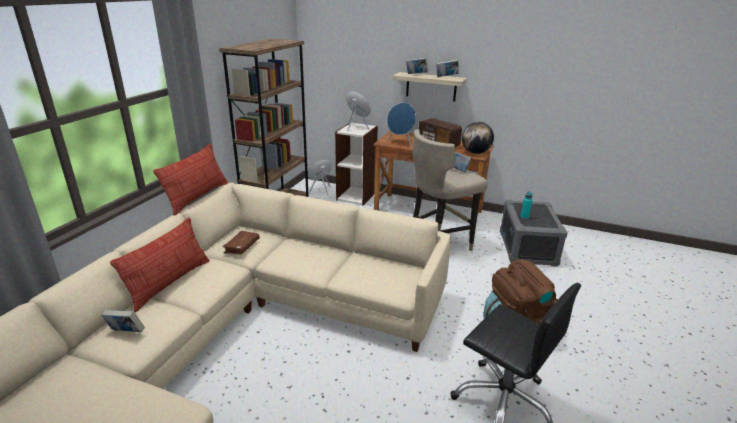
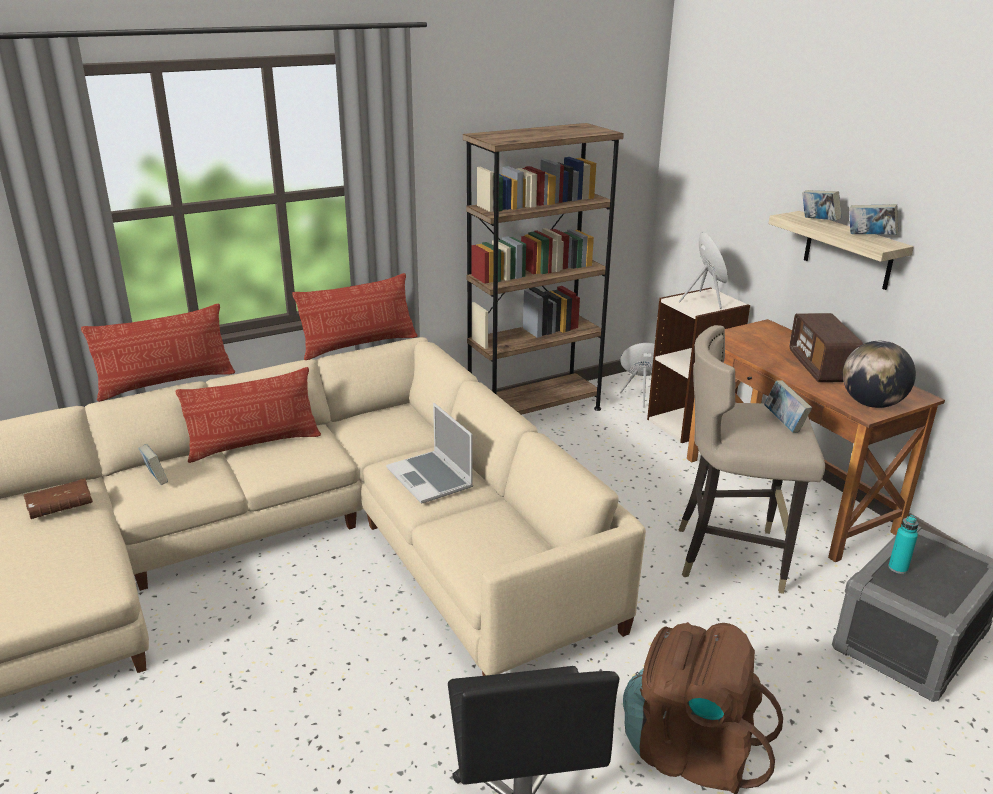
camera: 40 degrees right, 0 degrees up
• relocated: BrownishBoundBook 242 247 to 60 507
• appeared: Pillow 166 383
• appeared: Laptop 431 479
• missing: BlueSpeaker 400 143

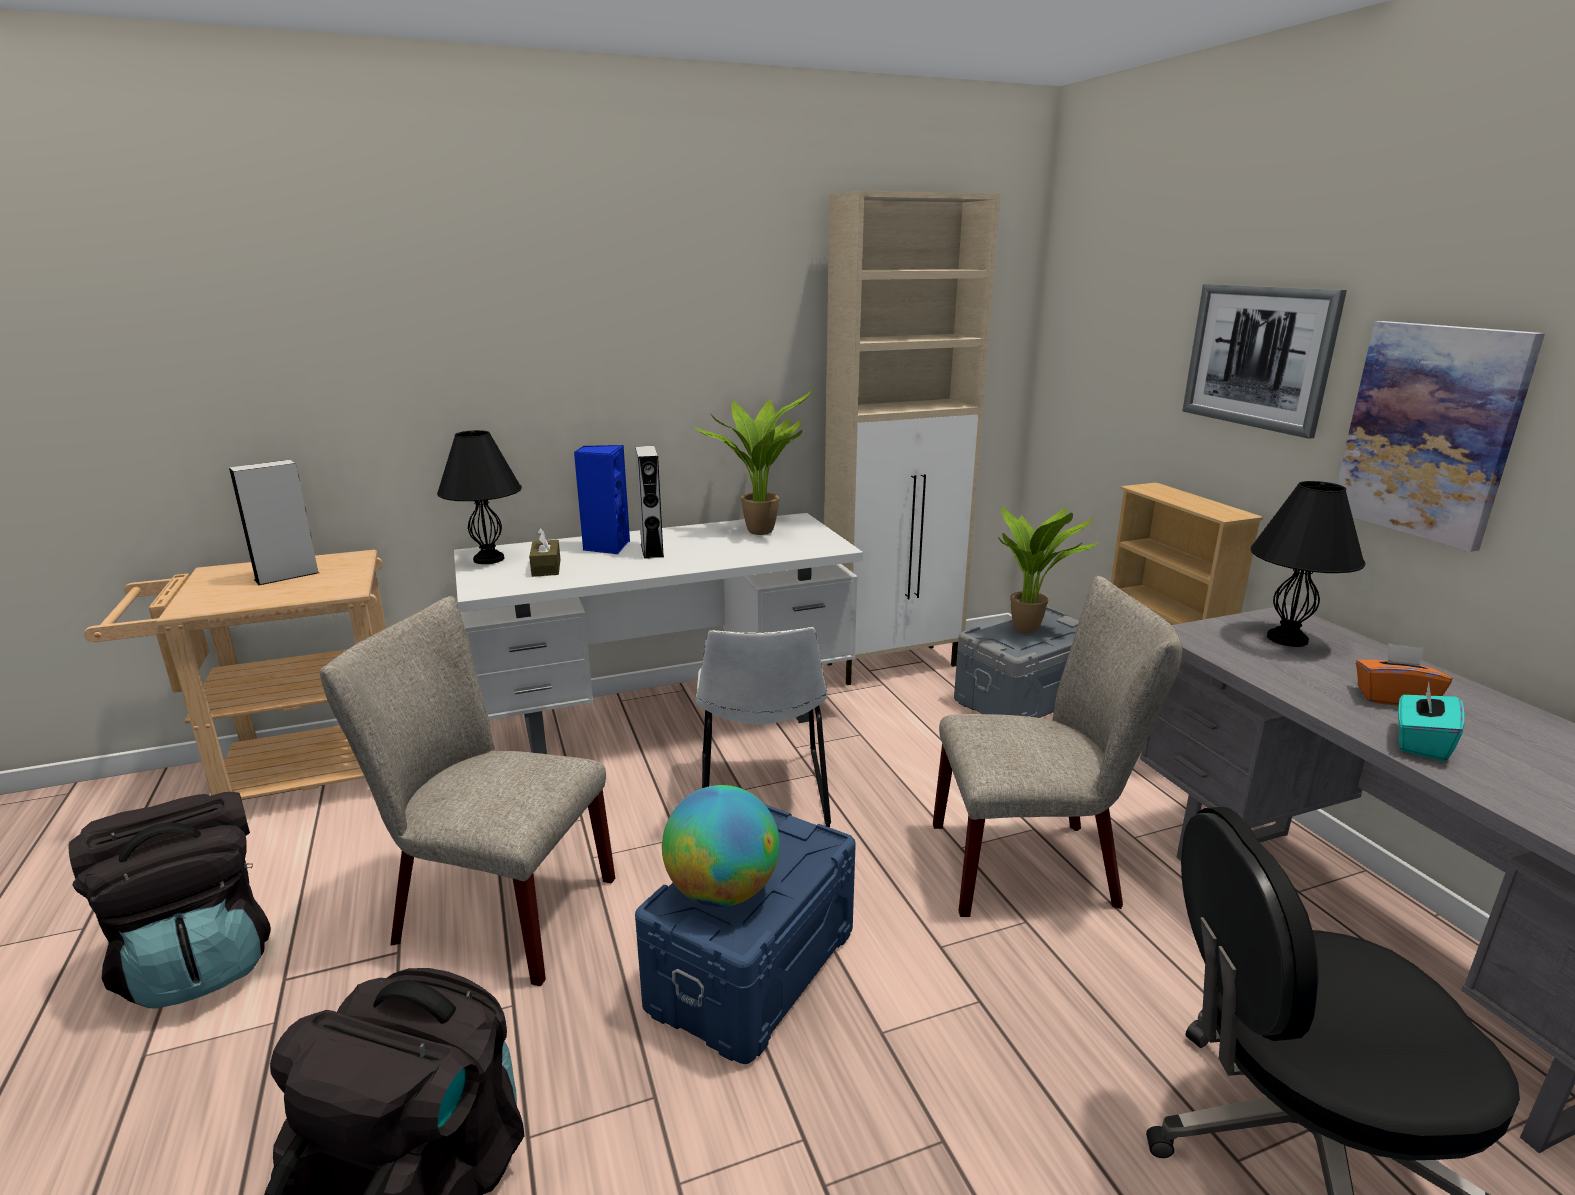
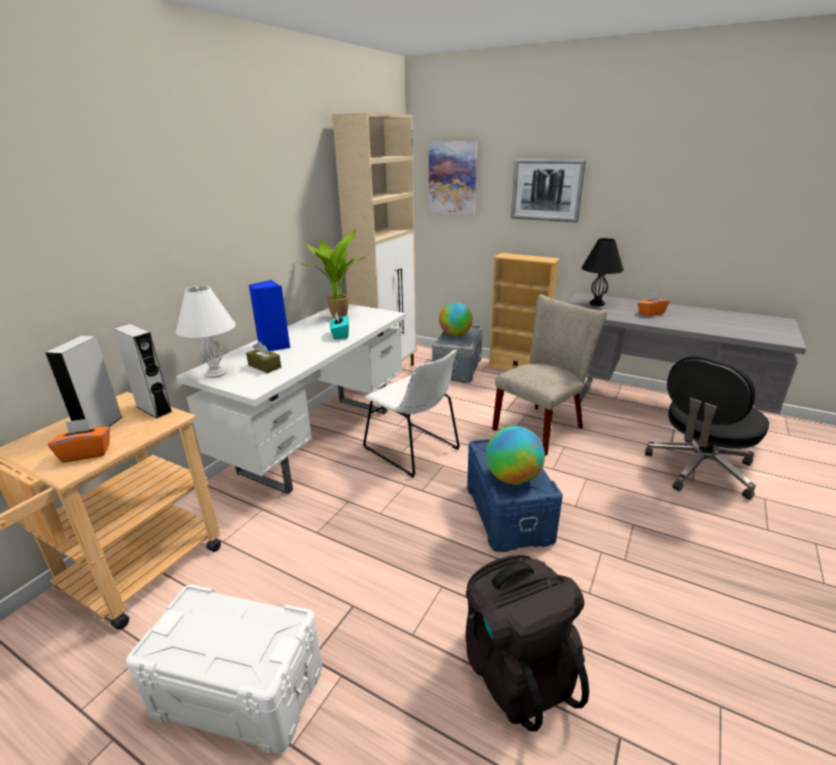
camera: 40 degrees left, 5 degrees up
• appeared: OrangeColouredBoxOfTissues 86 453
• relocated: GreySpeaker 652 550 to 154 409
• exchanged: BlackKnapsack 200 959 to WhiteColouredStorageBin 240 688
• colour: BlackTabletopLamp 488 559 to WhiteColouredTabletopLamp 215 373
• relocated: BlueGreenBoxOfTissues 1420 743 to 340 335
• relocated: WallArt 1429 431 to 452 178
• exchanged: PlantInAPot 1030 629 to DeskGlobe 455 334
• missing: BeigeColouredPlainChair 492 909

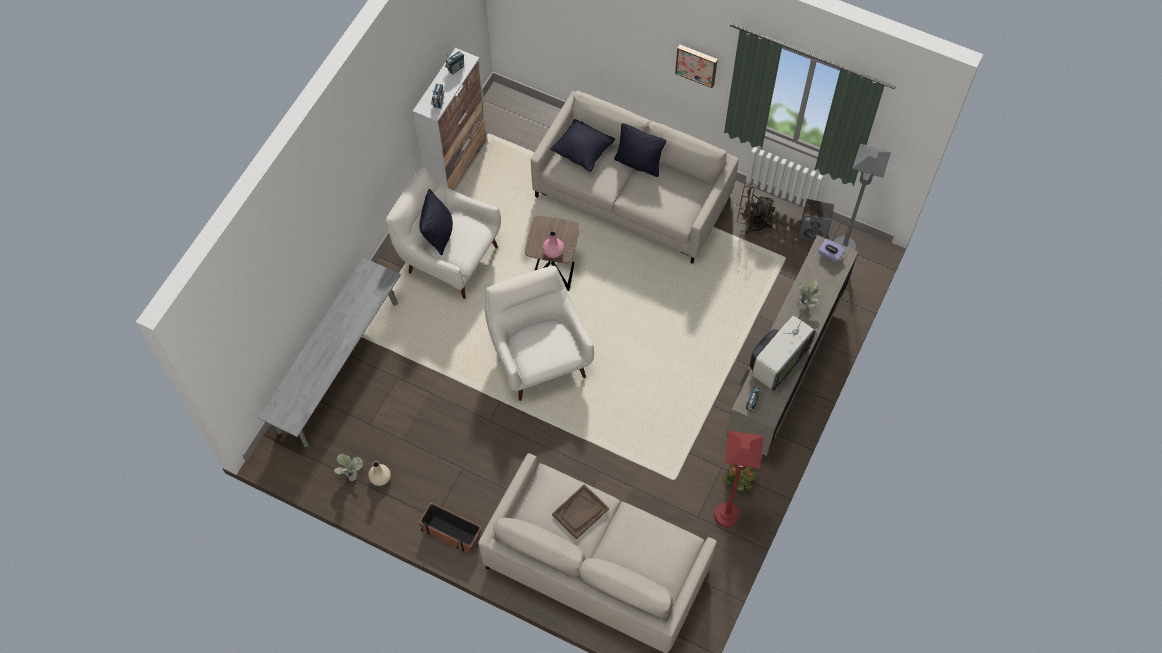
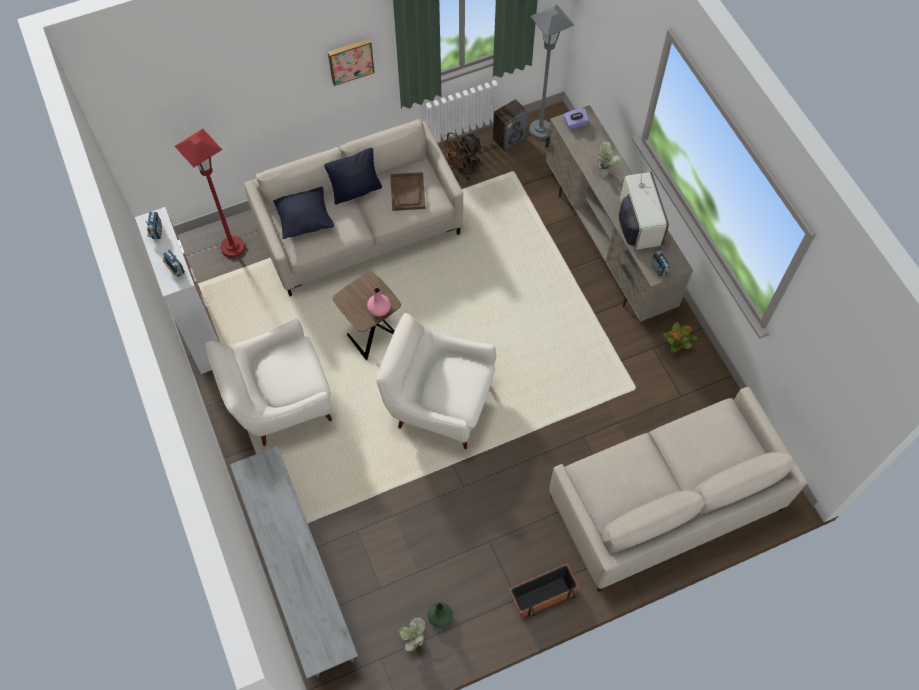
camera: 50 degrees left, 0 degrees up
• relocated: RedColouredStandingLamp 727 515 to 233 247
• relocated: BrownishServingTray 580 512 to 408 192
• colour: BeigeColouredDecorativeVase 380 478 to GreenDecorativeVase 440 617
• missing: BlackPillow 438 234

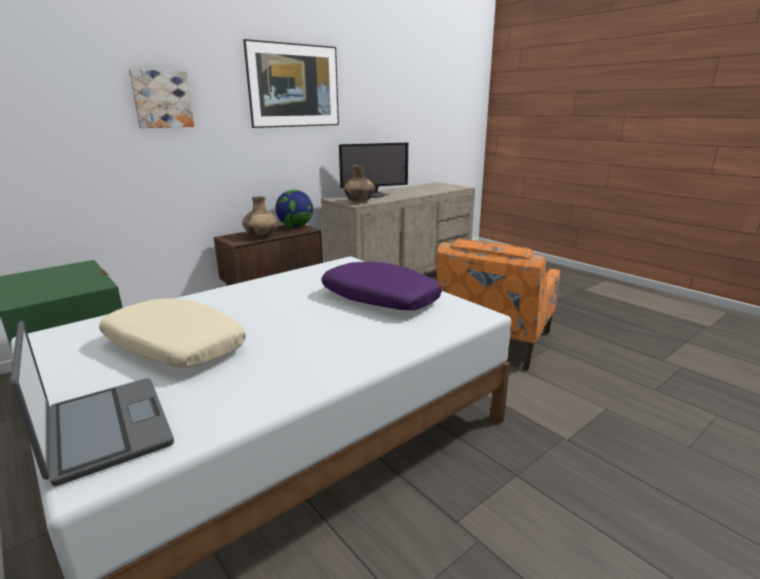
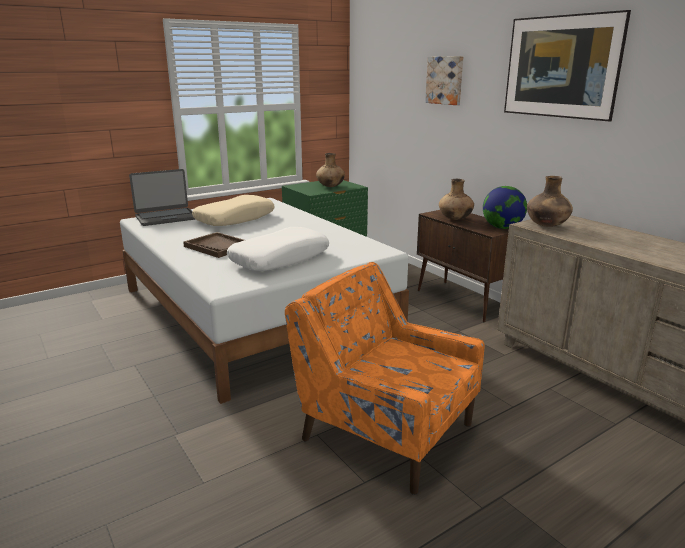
camera: 95 degrees right, 0 degrees up
• appeared: BrownishServingTray 218 246
• colour: PurplePillow 379 298 to WhiteColouredPillow 280 259
• appeared: BrownishDecorativeVase 330 186
• missing: ComputerScreen 374 195

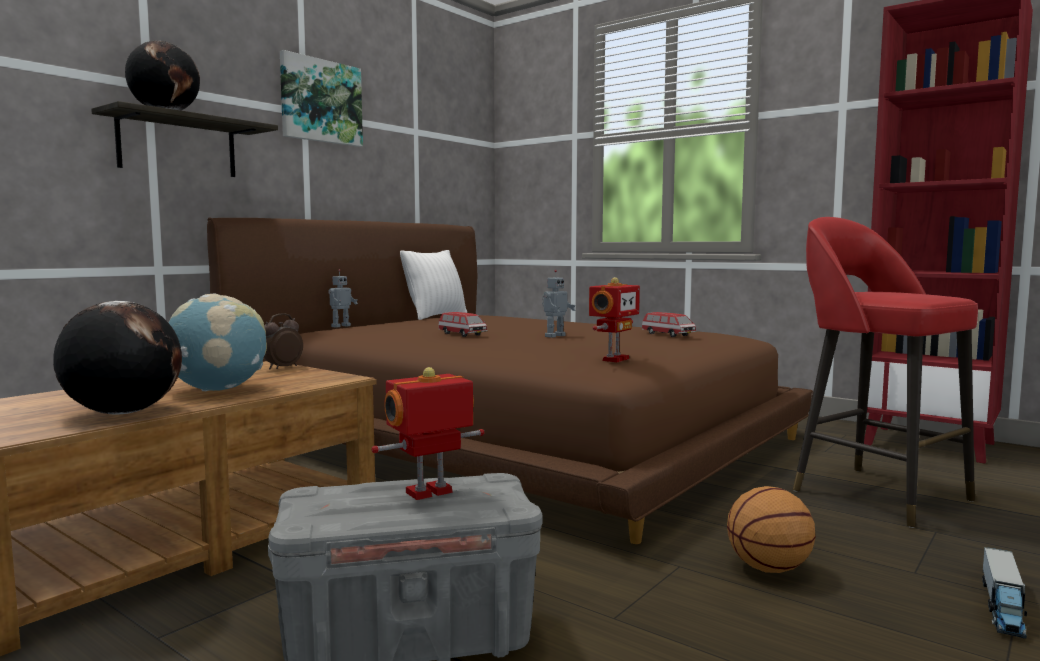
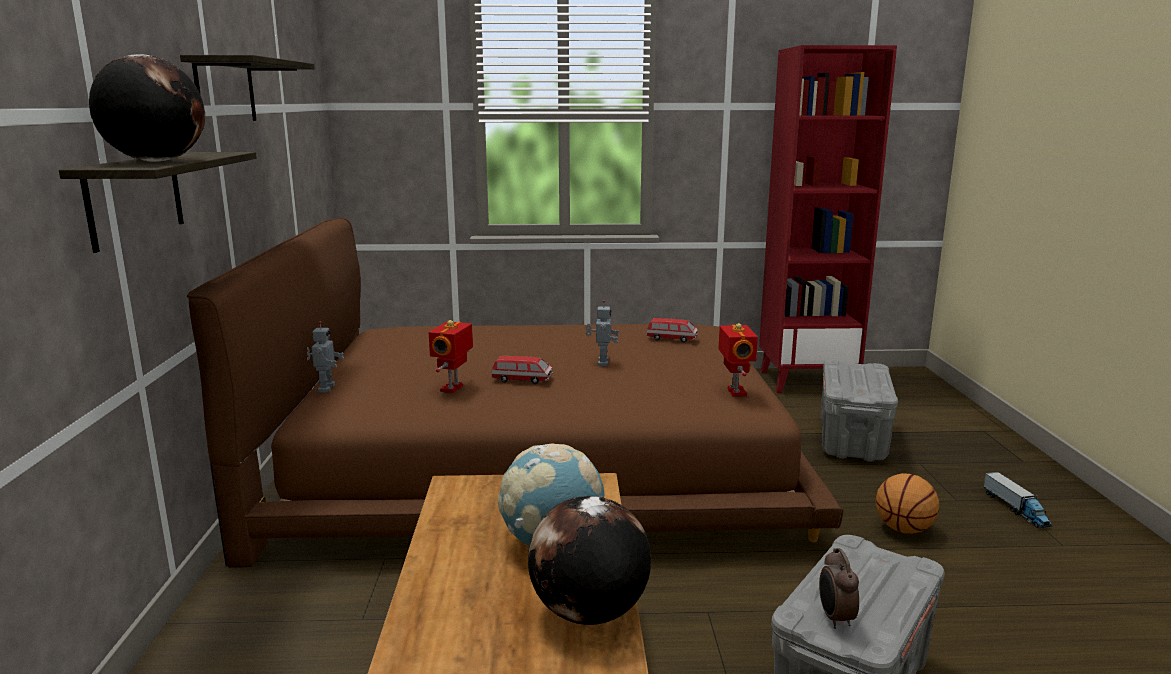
camera: 40 degrees left, 10 degrees up
• exchanged: WallArt 320 101 to Shelf 225 91
• relocated: RobotFigure 430 493 to 453 388
• relocated: BedsideClock 282 368 to 835 618
• exchanged: RedColouredStool 876 493 to GreyStorageBin 851 440
• missing: WhiteColouredPillow 436 316

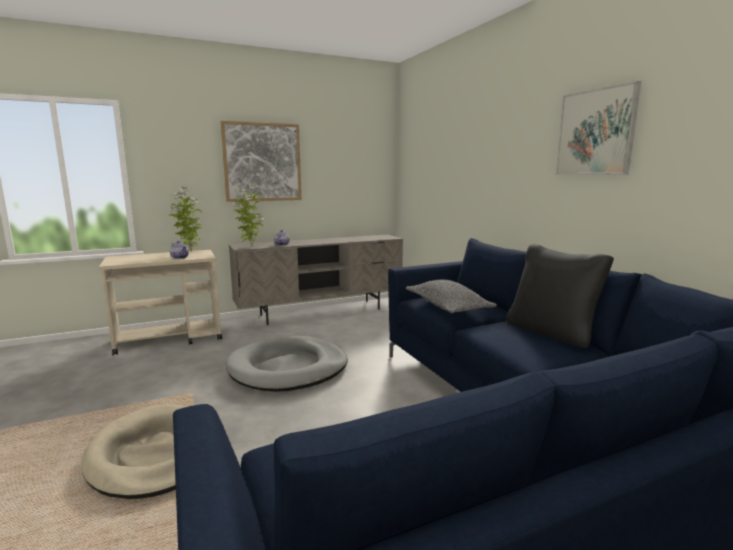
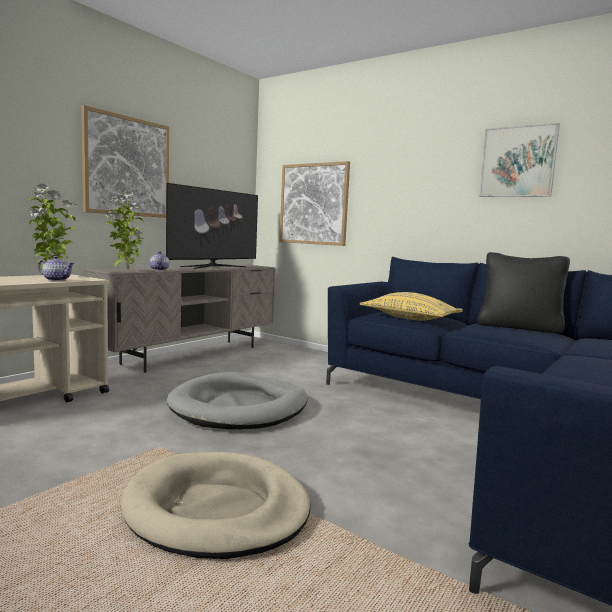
camera: 30 degrees left, 5 degrees down
• appeared: Television 213 267
• appeared: WallArt 314 204
• colour: GreyPillow 447 307 to YellowPillow 409 318

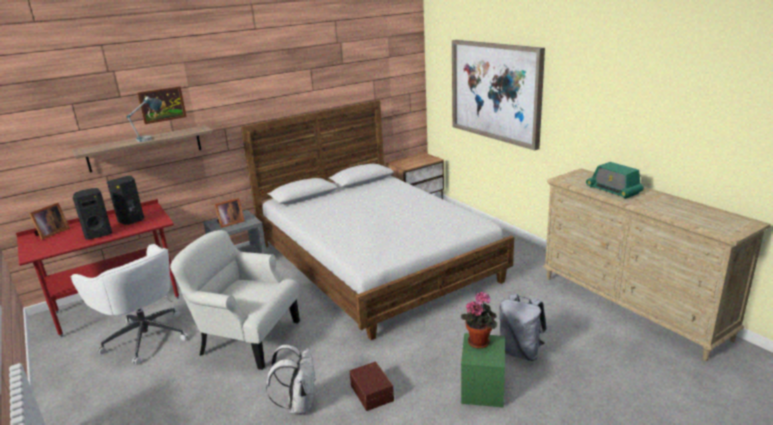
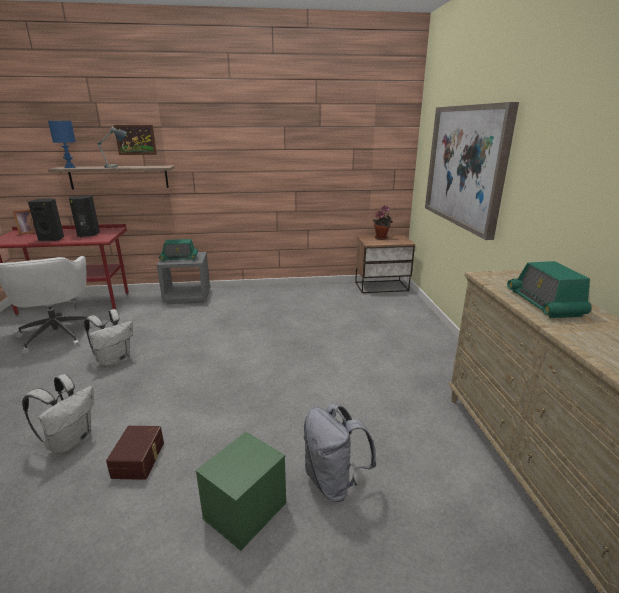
camera: 25 degrees right, 0 degrees up
• appeared: BlueTabletopLamp 70 167
• exchanged: WhiteColouredLoungeChair 246 338 to WhiteColouredKnapsack 114 360
• exchanged: PictureFrame 230 223 to RadioSet 179 258
• relocated: PlantInAPot 480 341 to 382 238
• missing: Bed 376 262

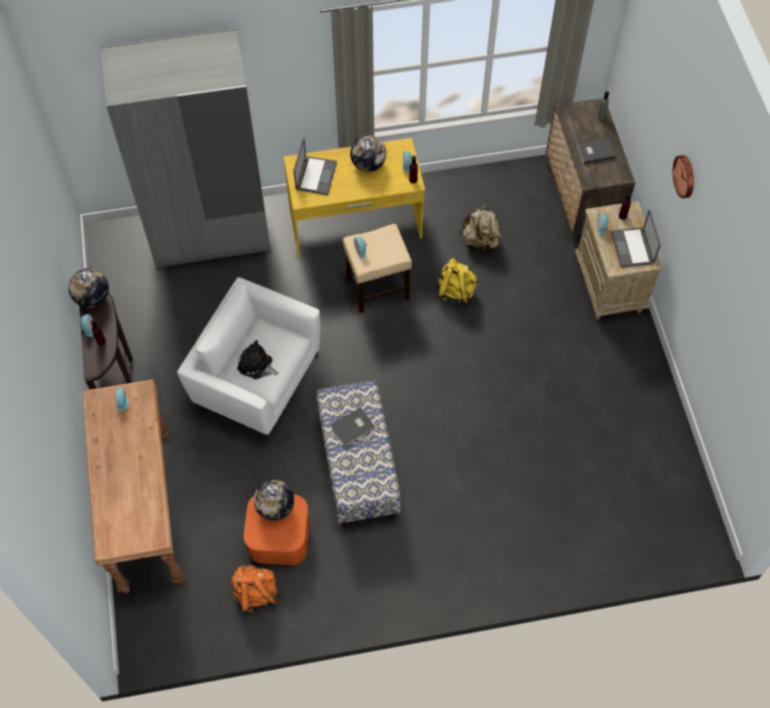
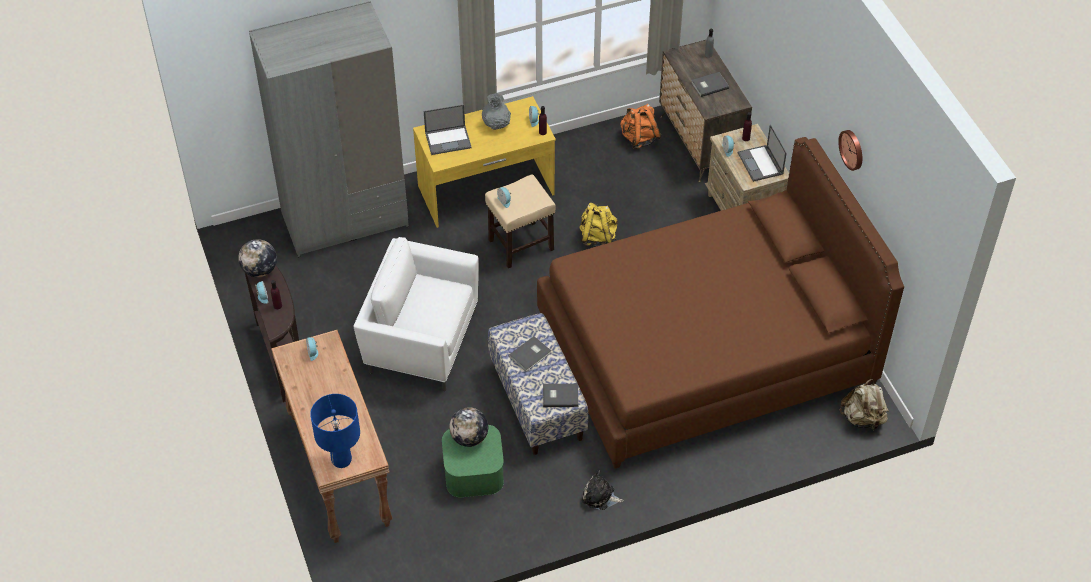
camera: 10 degrees left, 10 degrees down
• appeared: BlueTabletopLamp 342 460
• spun: Laptop 316 175 = 448 140 75 degrees clockwise
• colour: OrangeColouredStorageBin 278 536 to GreenStorageBin 473 471
• exchanged: DeskGlobe 368 164 to GreyDecorativeVase 496 124
• appeared: BrownishBed 705 350
• appeared: GreyBoundBook 560 395
• relocated: PlushToy 256 365 to 600 497
• relocated: OrangeColouredKnapsack 256 593 to 639 139
• relocated: HangingClock 685 176 to 852 149
• relocated: BeigeColouredKnapsack 480 241 to 862 418

